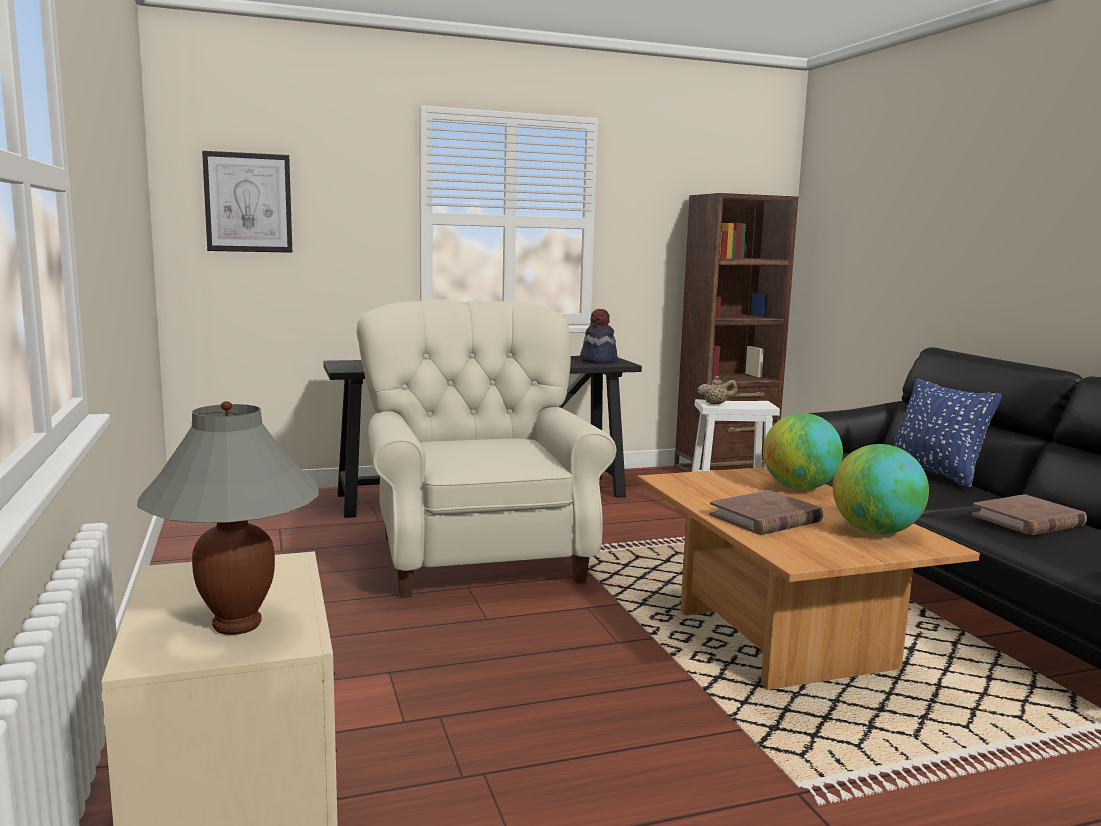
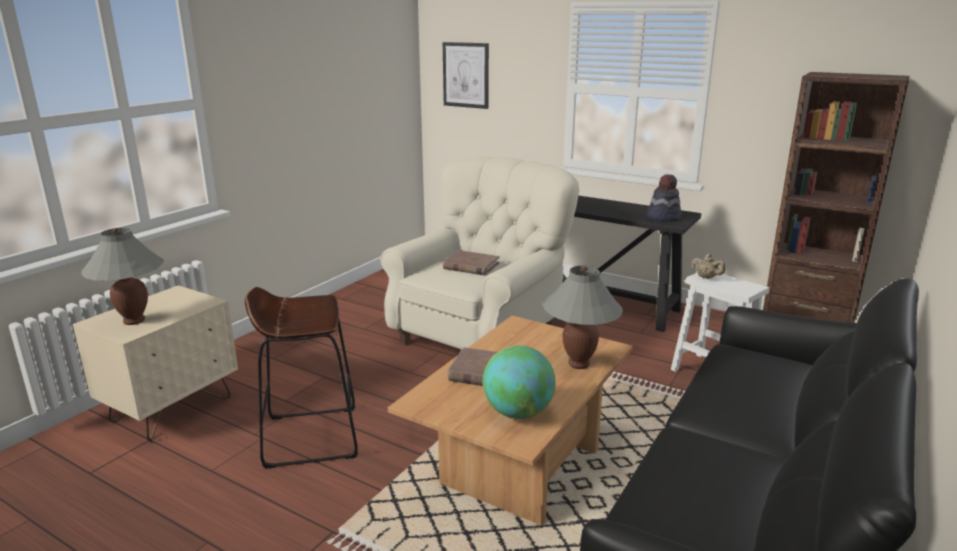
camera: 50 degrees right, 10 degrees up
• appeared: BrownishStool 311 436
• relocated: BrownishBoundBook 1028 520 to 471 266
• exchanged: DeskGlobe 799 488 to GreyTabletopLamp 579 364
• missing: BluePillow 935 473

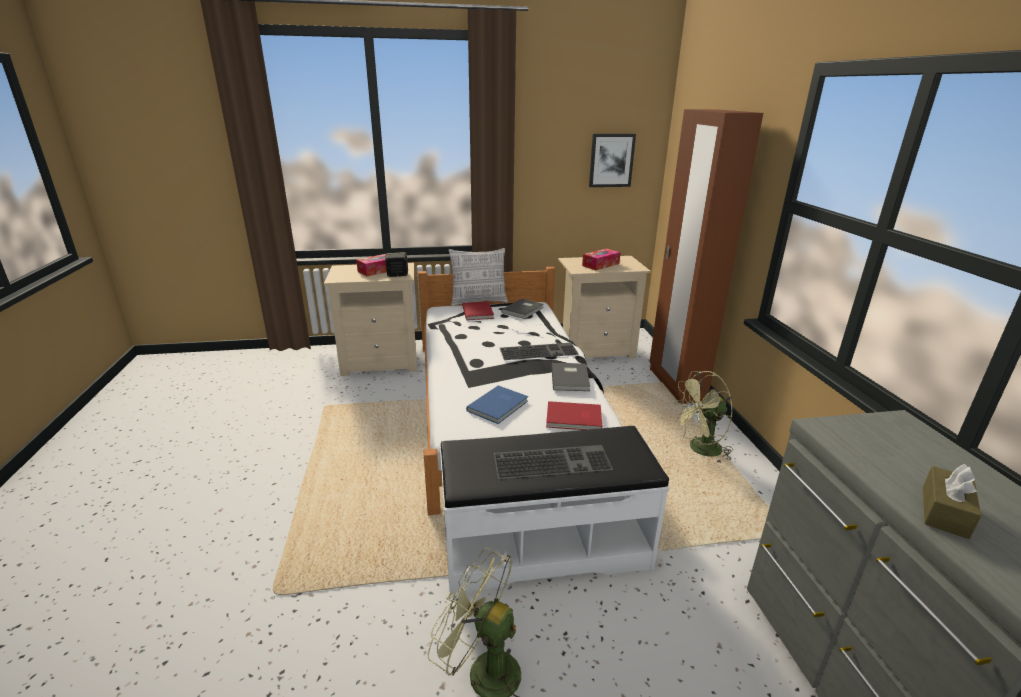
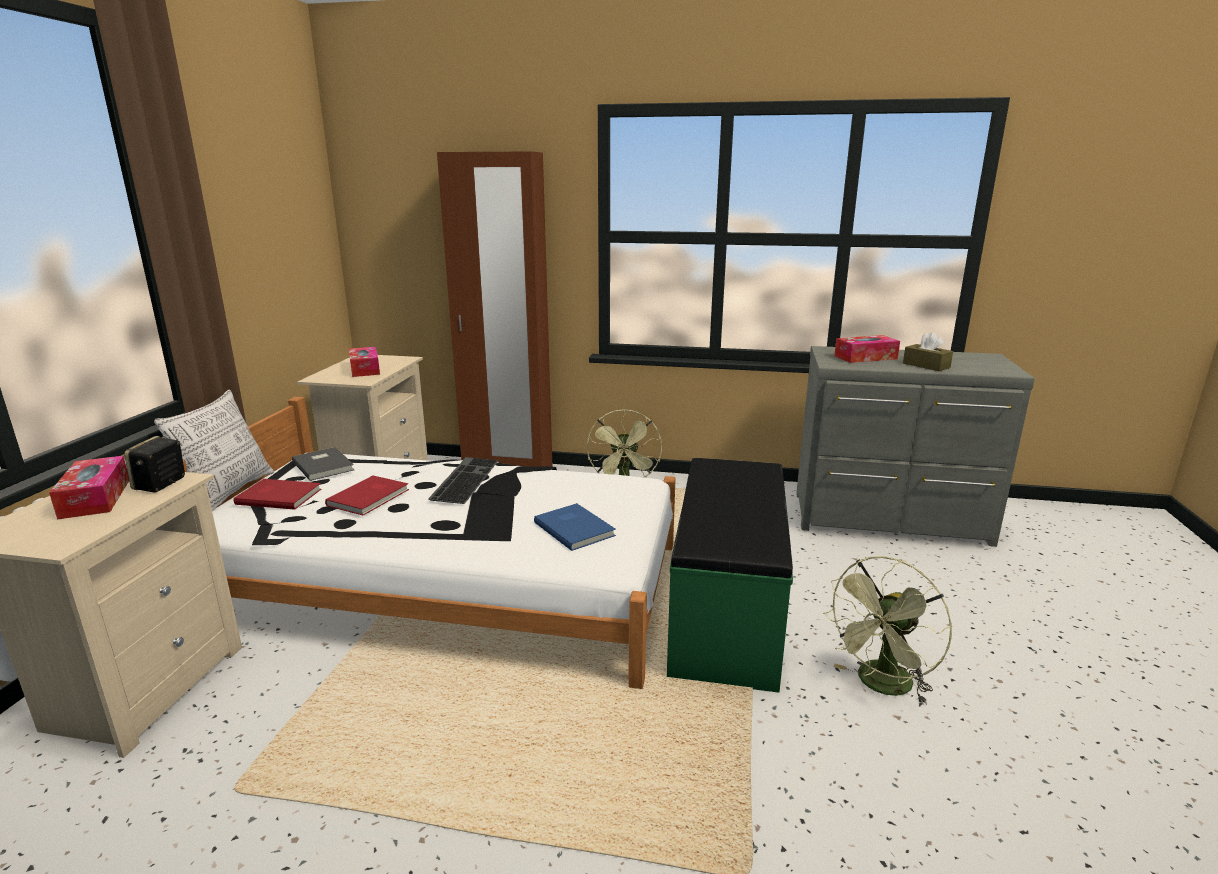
camera: 70 degrees left, 5 degrees down
• relocated: RedColouredBoundBook 574 419 to 370 497
• colour: WhiteColouredLongSeat 544 545 to GreenLongSeat 724 612
• appeared: BoxOfTissues 865 357
• missing: Keyboard 553 461
• missing: GreyBoundBook 571 378
• missing: WallArt 611 160

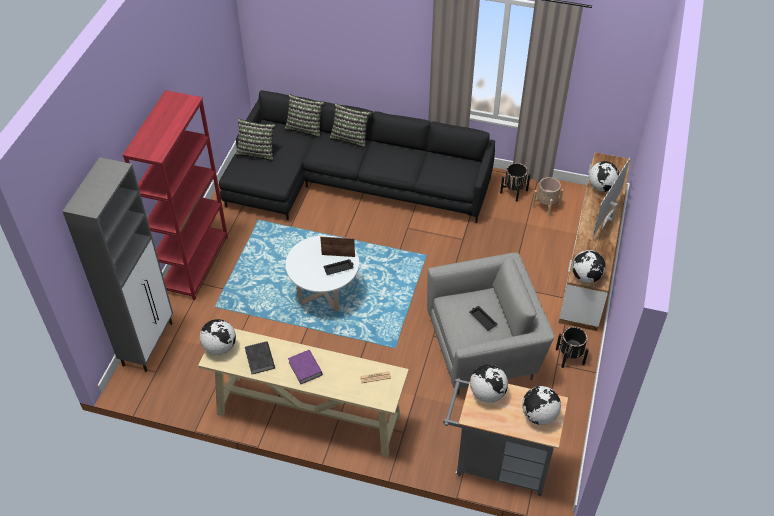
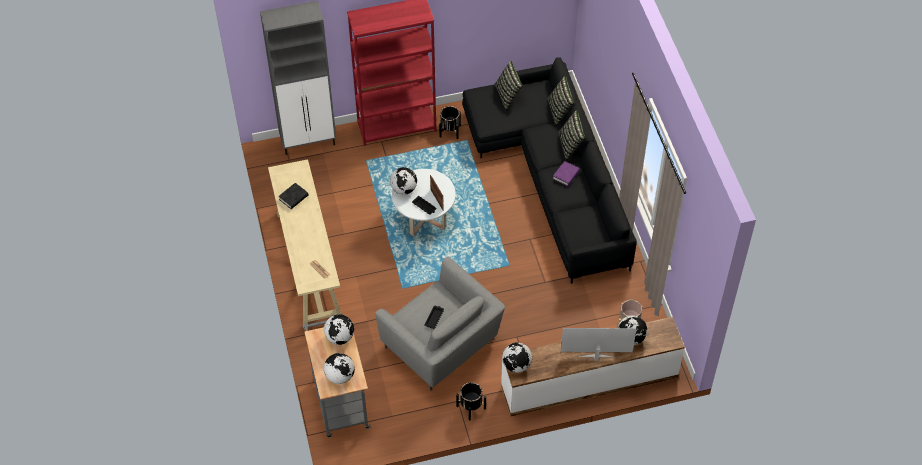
camera: 60 degrees right, 5 degrees up
• relocated: DeskGlobe 220 347 to 404 189
• relocated: BlackPlantPot 513 191 to 450 130
• relocated: PurpleBoundBook 305 368 to 566 175

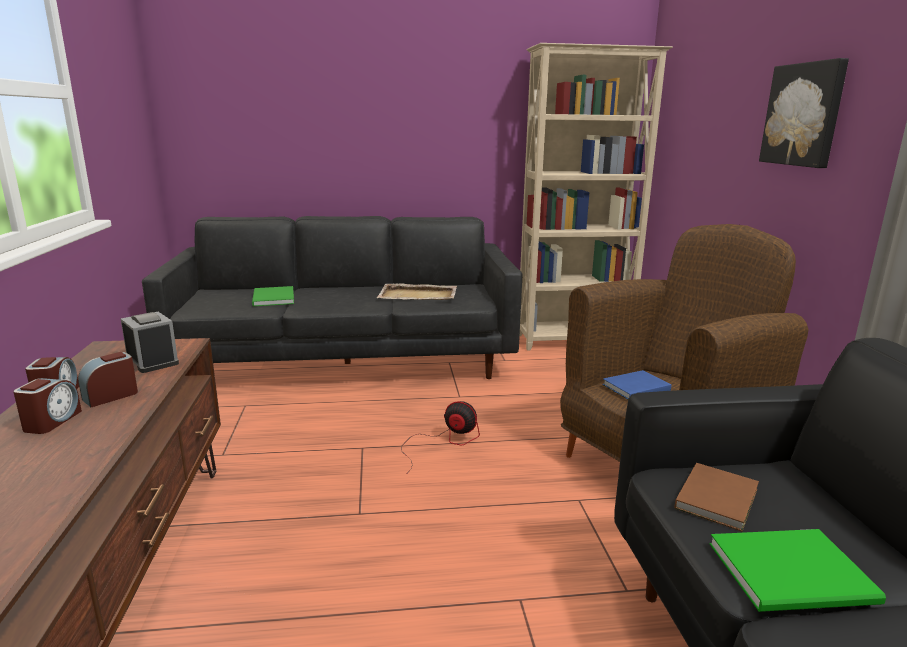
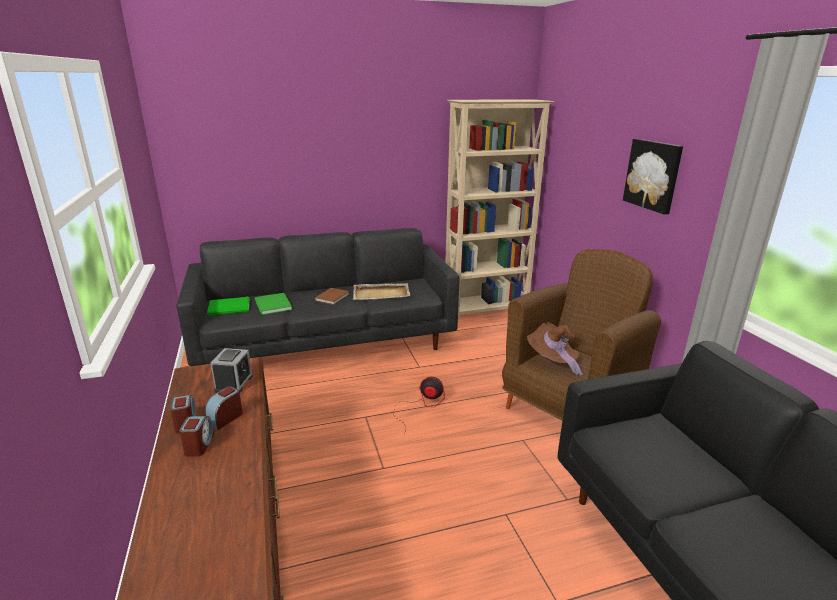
camera: 10 degrees left, 5 degrees up
• relocated: GreenBoundBook 796 575 to 230 308
• spun: BedsideClock 152 361 = 234 383 60 degrees clockwise
• relocated: BrownishBoundBook 718 498 to 333 297
• exchanged: BlueBoundBook 634 387 to BrownishClothingHat 552 362

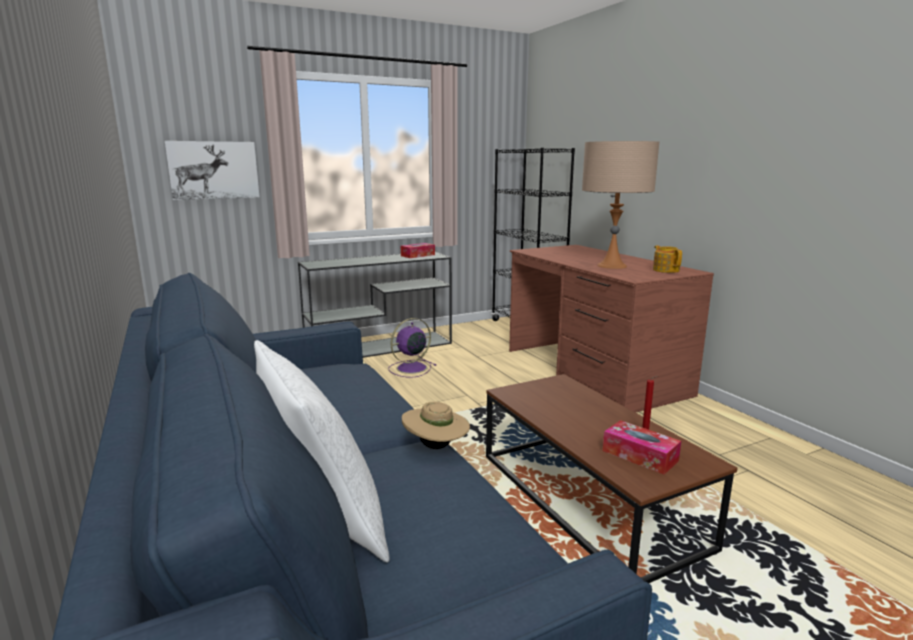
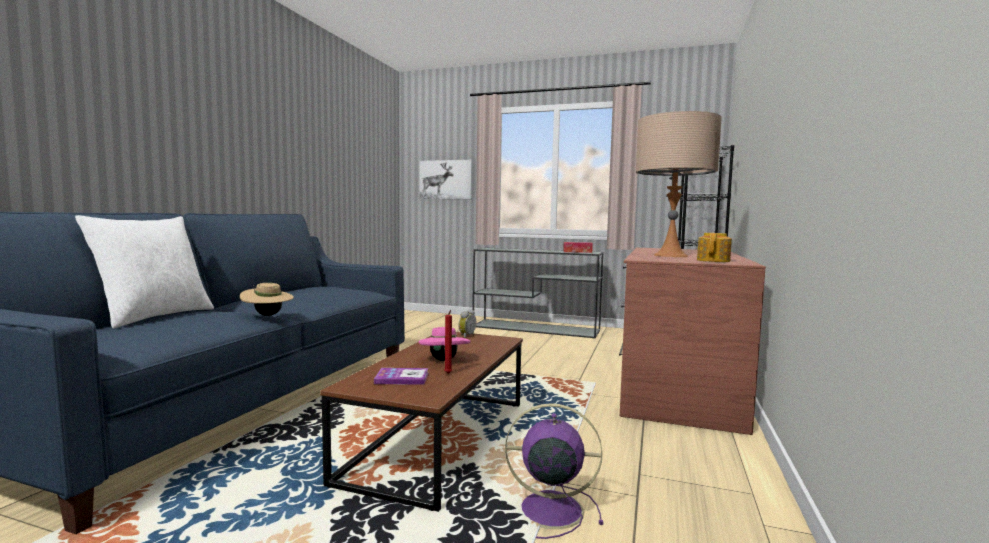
camera: 45 degrees right, 10 degrees down
• exchanged: BoxOfTissues 640 456 to BoundBook 402 378
• appeared: PinkColouredClothingHat 444 360
• appeared: BedsideClock 466 336
• relocated: PurpleFan 410 368 to 547 509

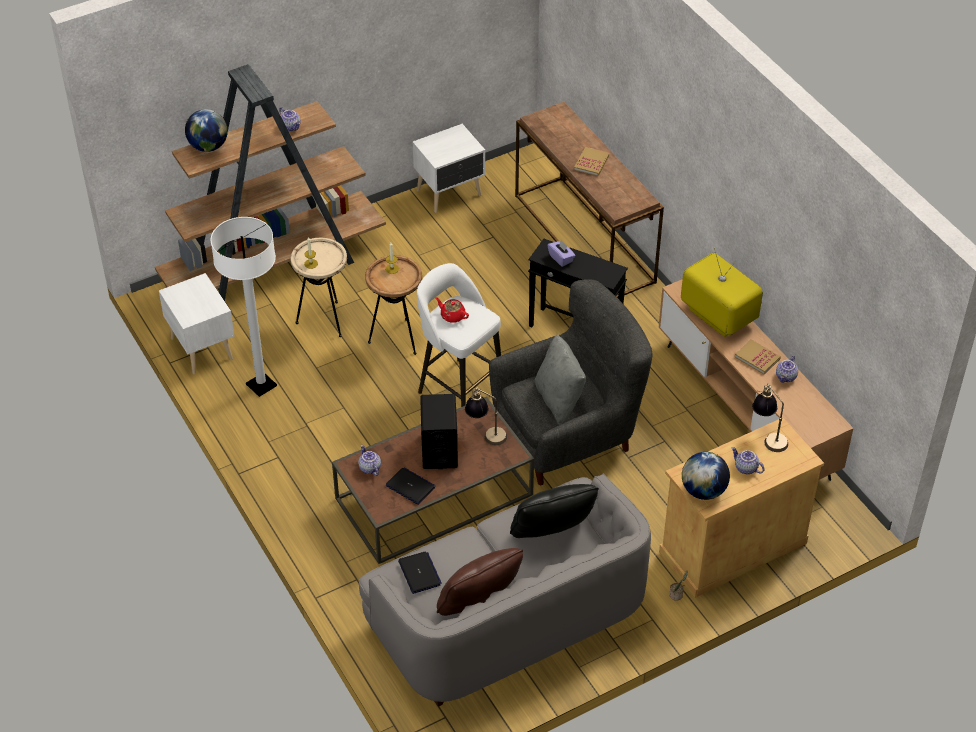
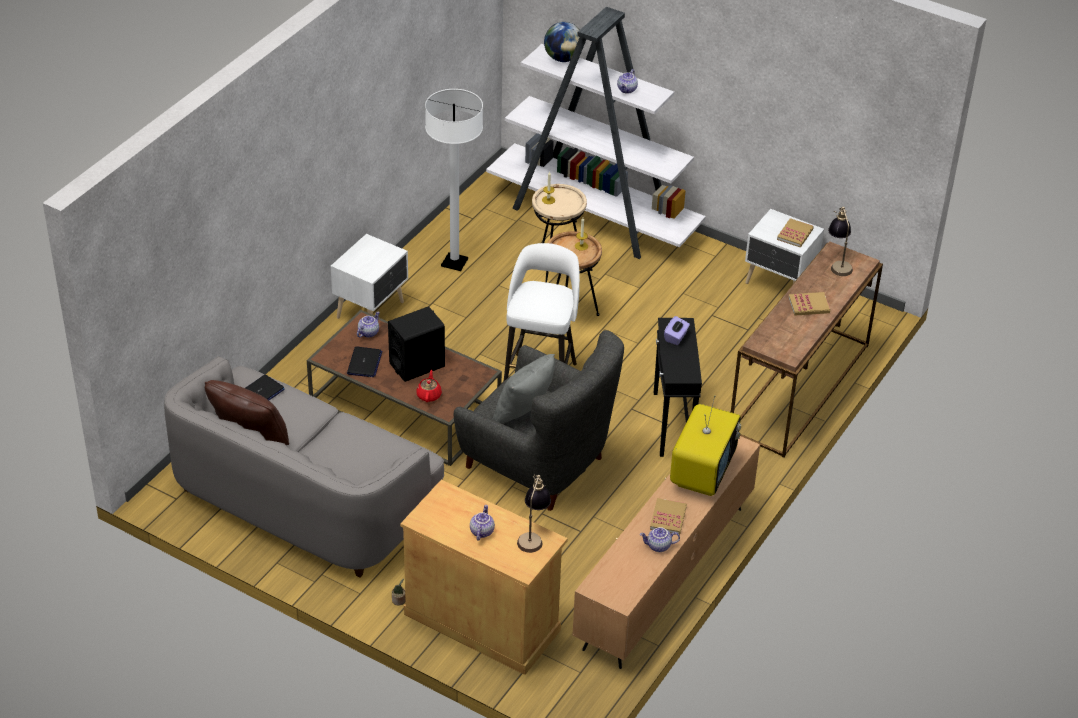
camera: 60 degrees right, 5 degrees down
• relocated: WhiteColouredNightTable 202 347 to 372 310
• relocated: RedColouredTeapot 452 316 to 429 395
• colour: BrownishBookcase 274 267 to WhiteColouredBookcase 594 217
• appeared: BoundBook 795 234
• relocated: TabletopLamp 486 434 to 838 263
• missing: BlackPillow 552 535
• missing: DeskGlobe 703 490

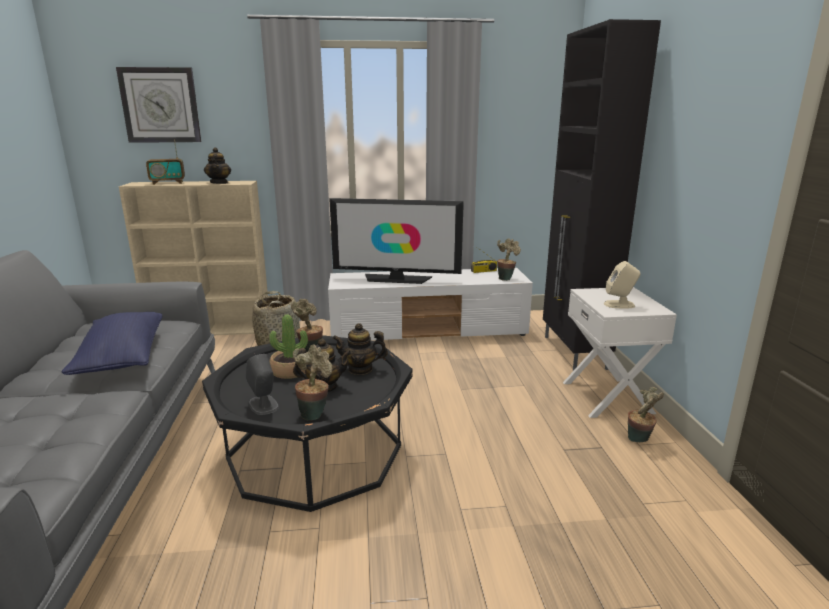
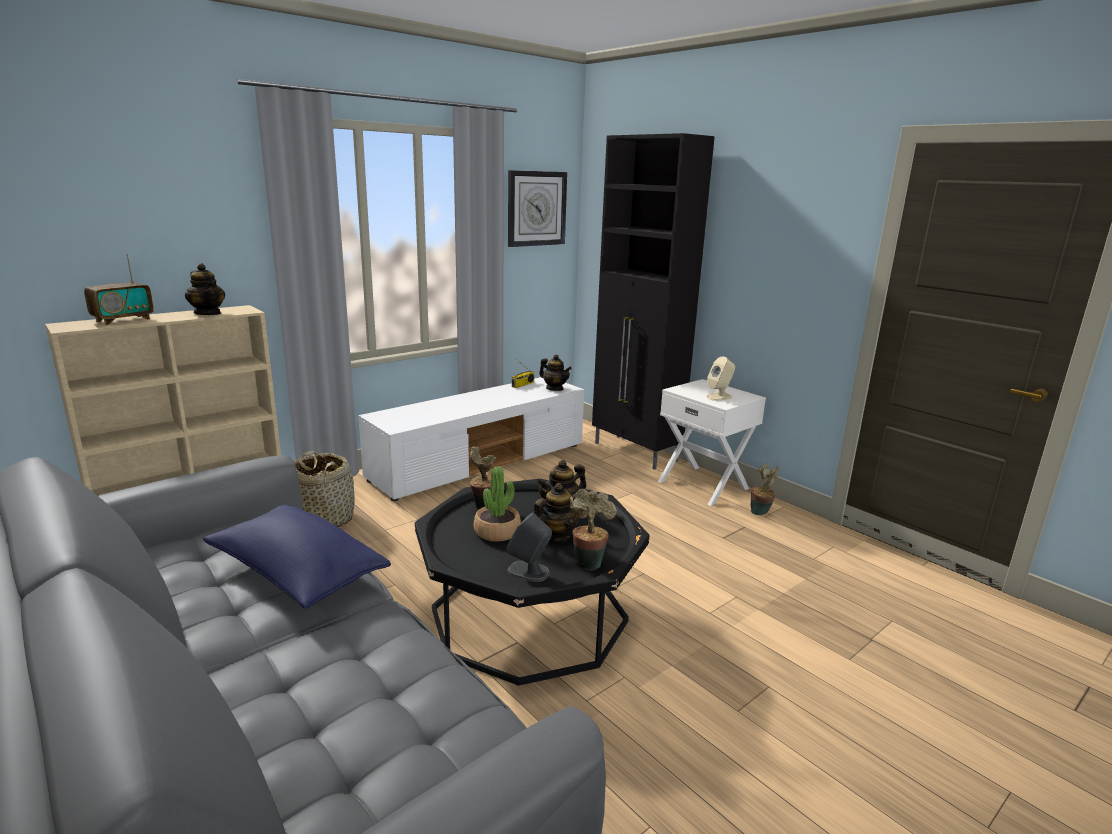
camera: 35 degrees left, 0 degrees up
• relocated: HangingClock 160 105 to 536 208
• exchanged: PlantInAPot 506 278 to Teapot 554 388
• missing: Television 396 279

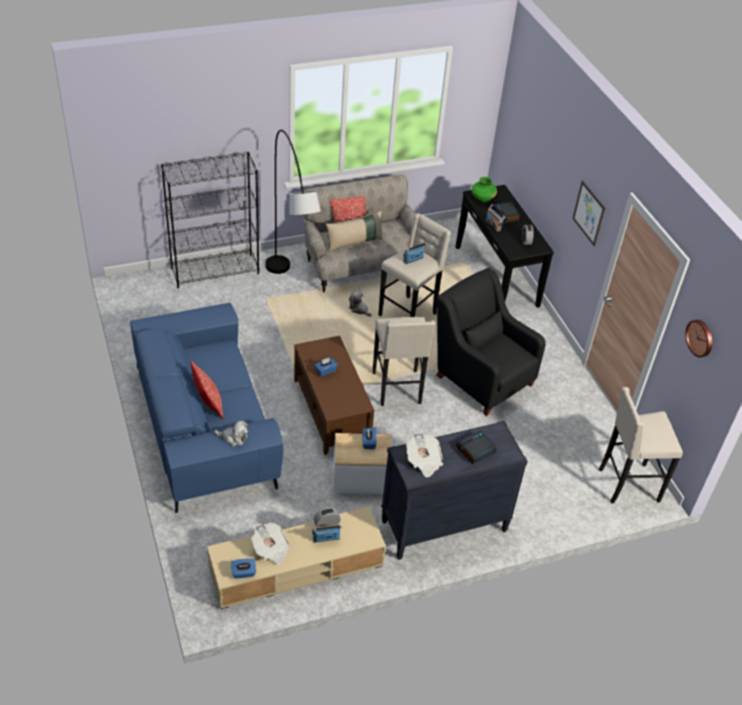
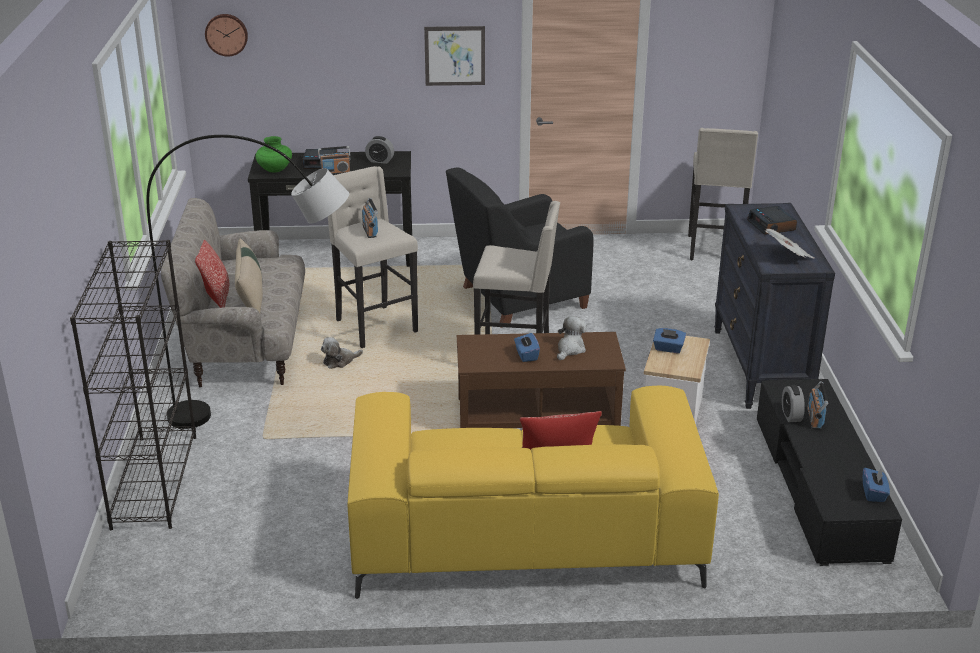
camera: 70 degrees left, 15 degrees down
• relocated: HangingClock 700 338 to 226 34
• colour: BlueCouch 205 424 to YellowCouch 525 536
• relocated: PlushToy 233 438 to 570 349
• colour: BeigeColouredTvStand 296 567 to BlackTvStand 819 487
• missing: Newspaper 271 550

